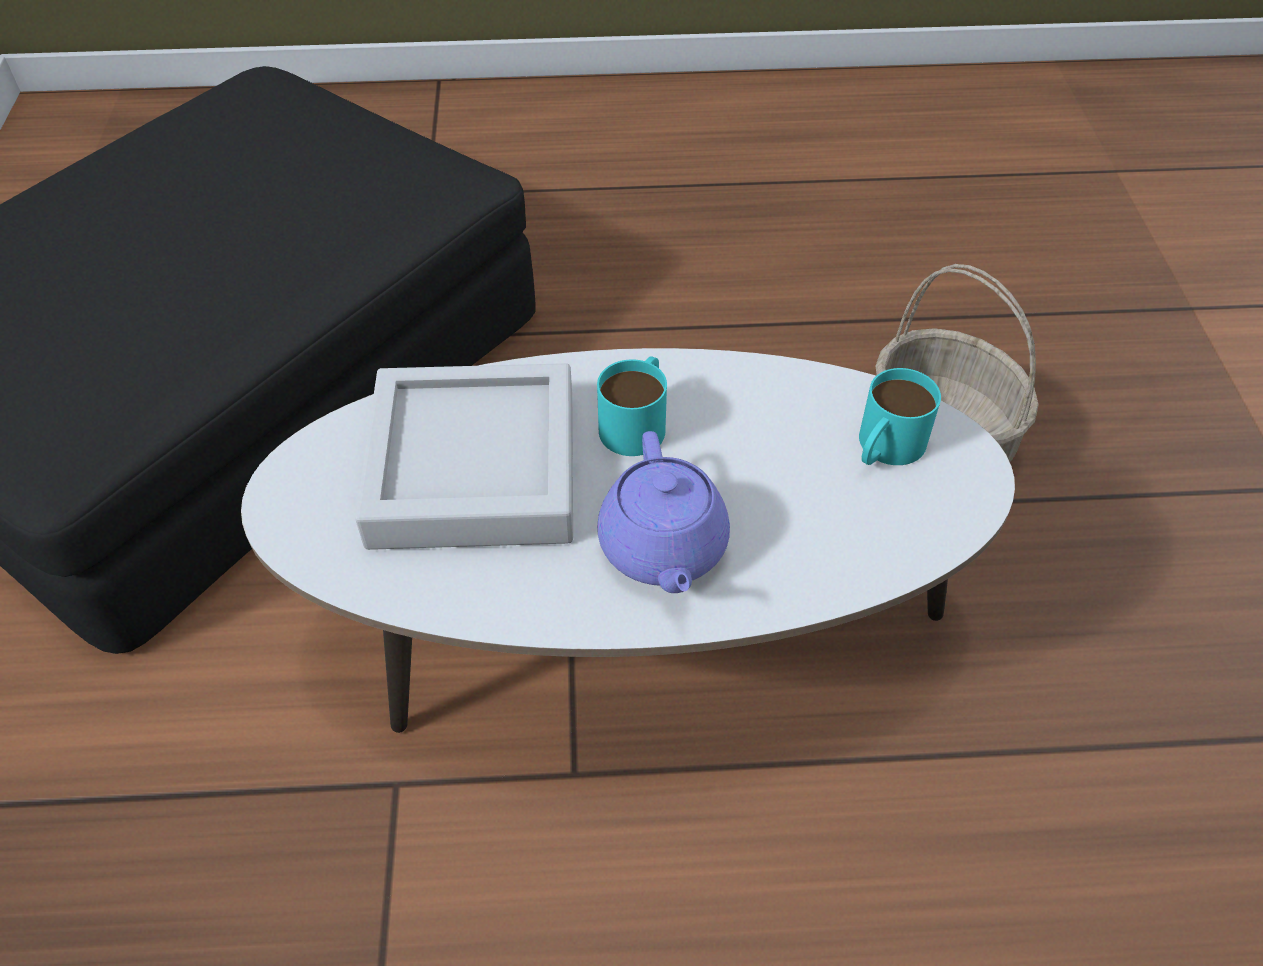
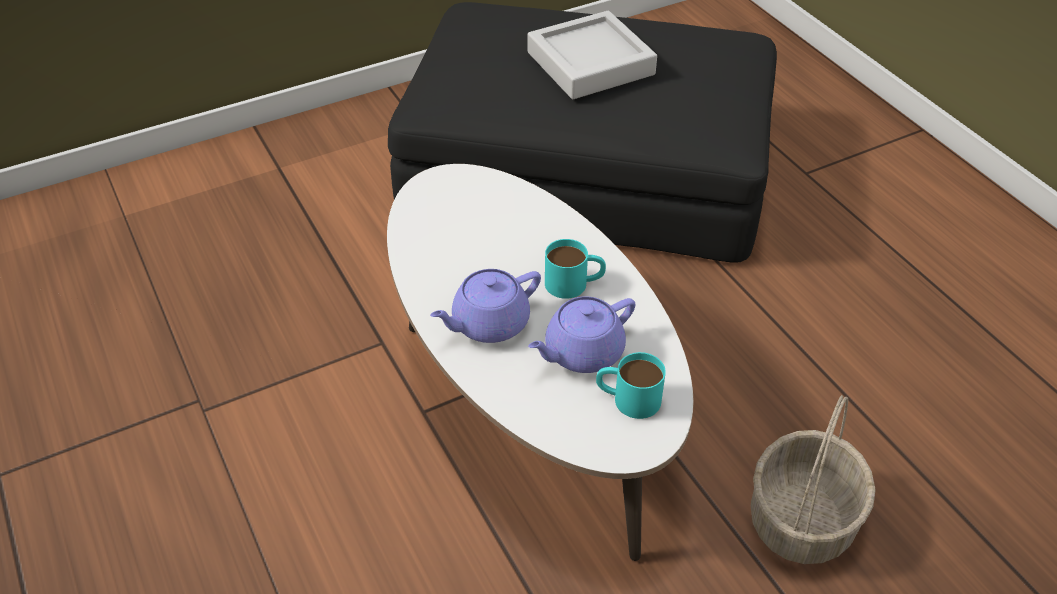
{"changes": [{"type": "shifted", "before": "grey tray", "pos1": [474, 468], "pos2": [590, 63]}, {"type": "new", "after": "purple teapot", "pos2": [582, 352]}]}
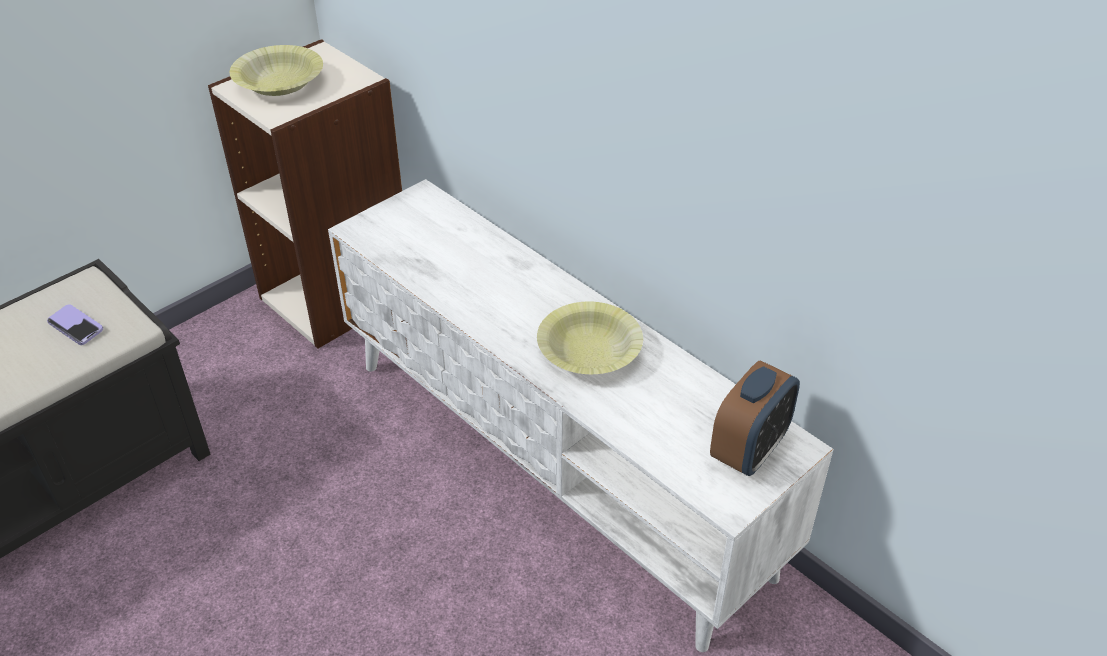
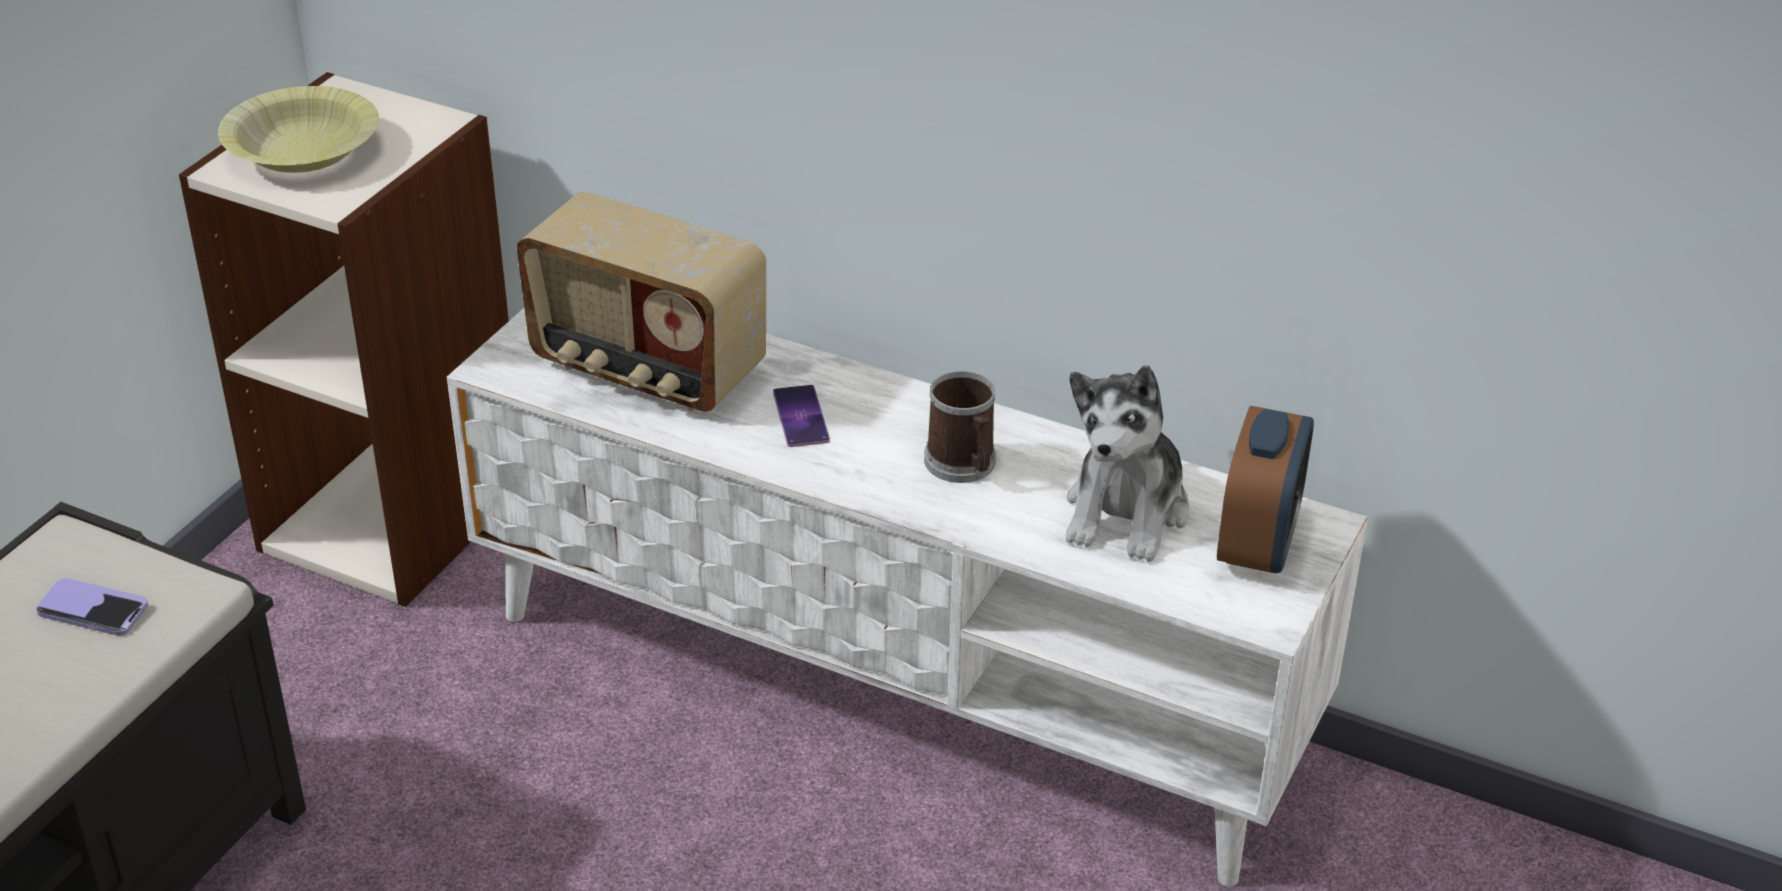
{"changes": [{"type": "swapped", "before": "yellow bowl", "after": "mug", "pos1": [589, 351], "pos2": [964, 465]}, {"type": "new", "after": "radio", "pos2": [646, 369]}, {"type": "new", "after": "plush toy", "pos2": [1127, 512]}, {"type": "new", "after": "phone", "pos2": [801, 416]}]}
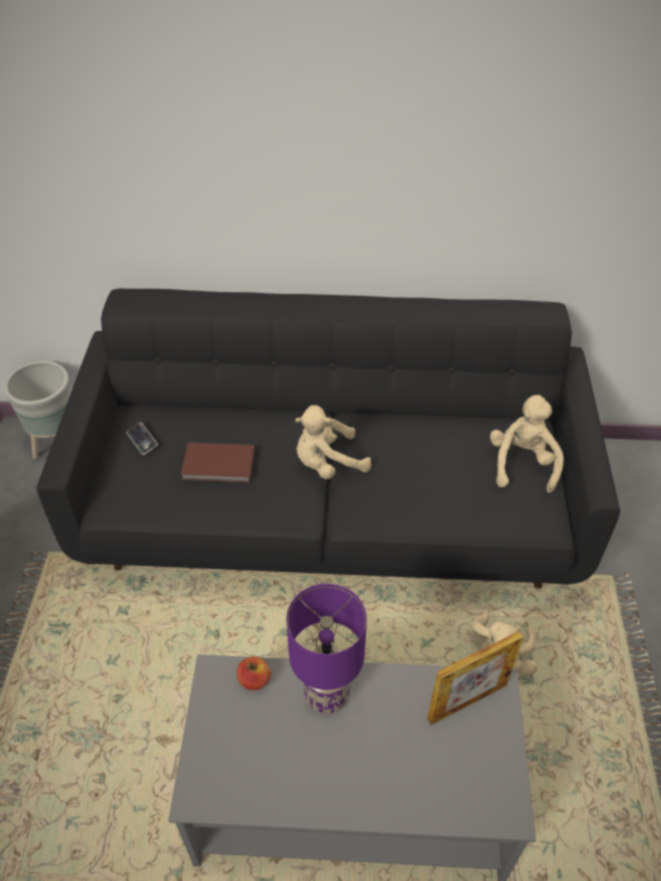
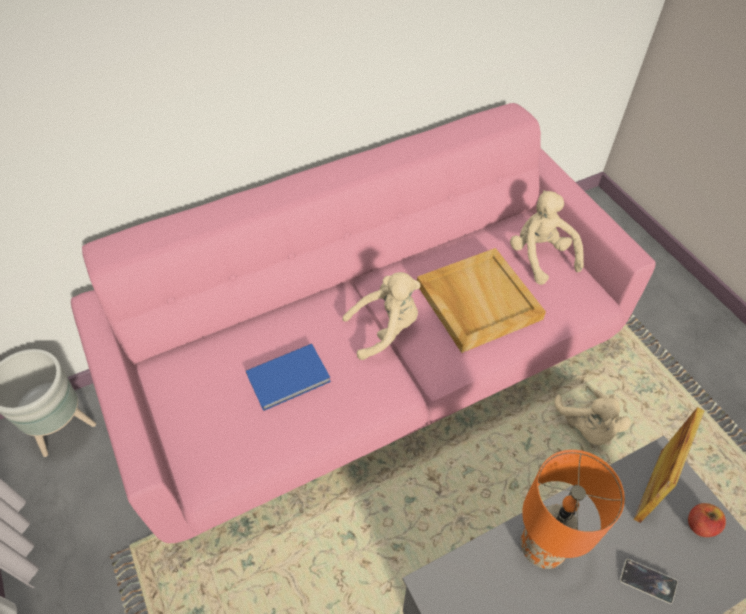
{"changes": [{"type": "repainted", "before": "black sofa", "after": "pink sofa", "pos1": [331, 510], "pos2": [373, 367]}, {"type": "rotated", "before": "beige plush toy", "pos1": [328, 463], "pos2": [385, 329], "turn": -150}, {"type": "shifted", "before": "phone", "pos1": [142, 440], "pos2": [647, 582]}, {"type": "repainted", "before": "brown book", "after": "blue book", "pos1": [219, 465], "pos2": [290, 379]}, {"type": "repainted", "before": "purple table lamp", "after": "orange table lamp", "pos1": [326, 694], "pos2": [541, 547]}, {"type": "shifted", "before": "apple", "pos1": [254, 680], "pos2": [700, 525]}, {"type": "new", "after": "beige tray", "pos2": [477, 301]}]}
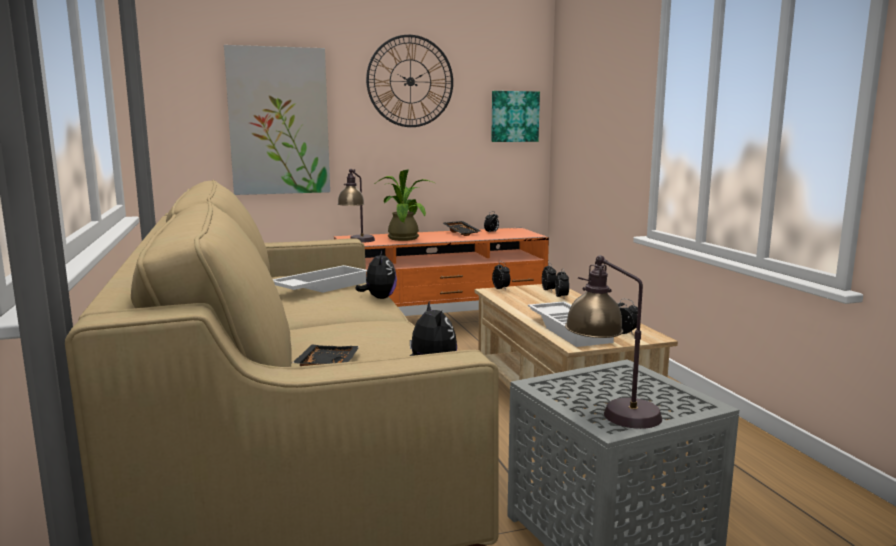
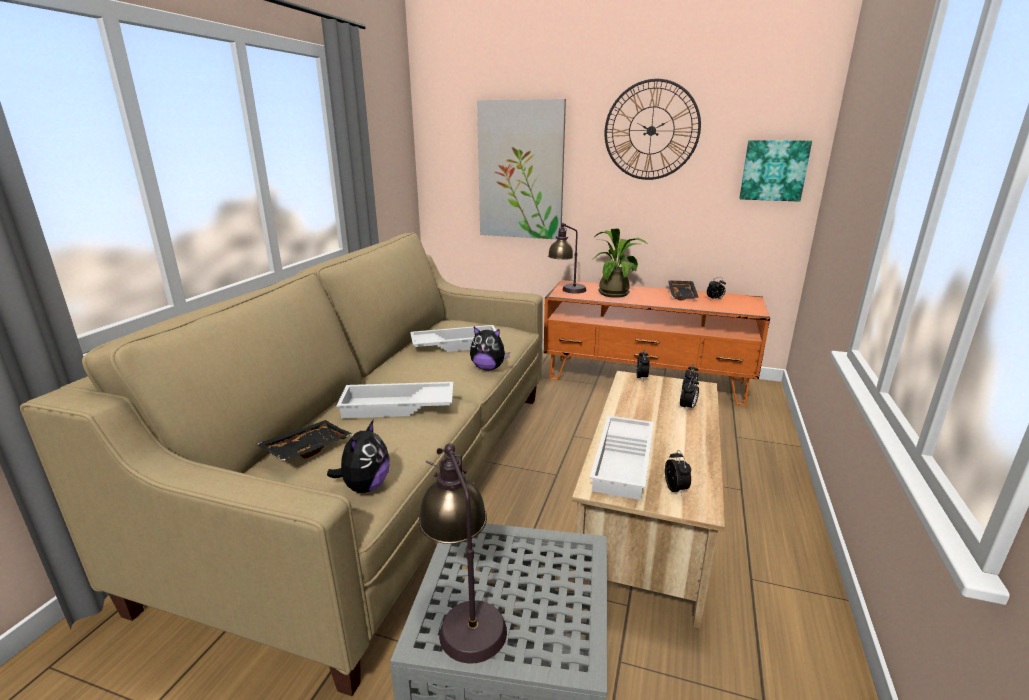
{"changes": [{"type": "rotated", "before": "plush toy", "pos1": [379, 298], "pos2": [488, 368], "turn": 75}, {"type": "new", "after": "white tray", "pos2": [397, 407]}]}
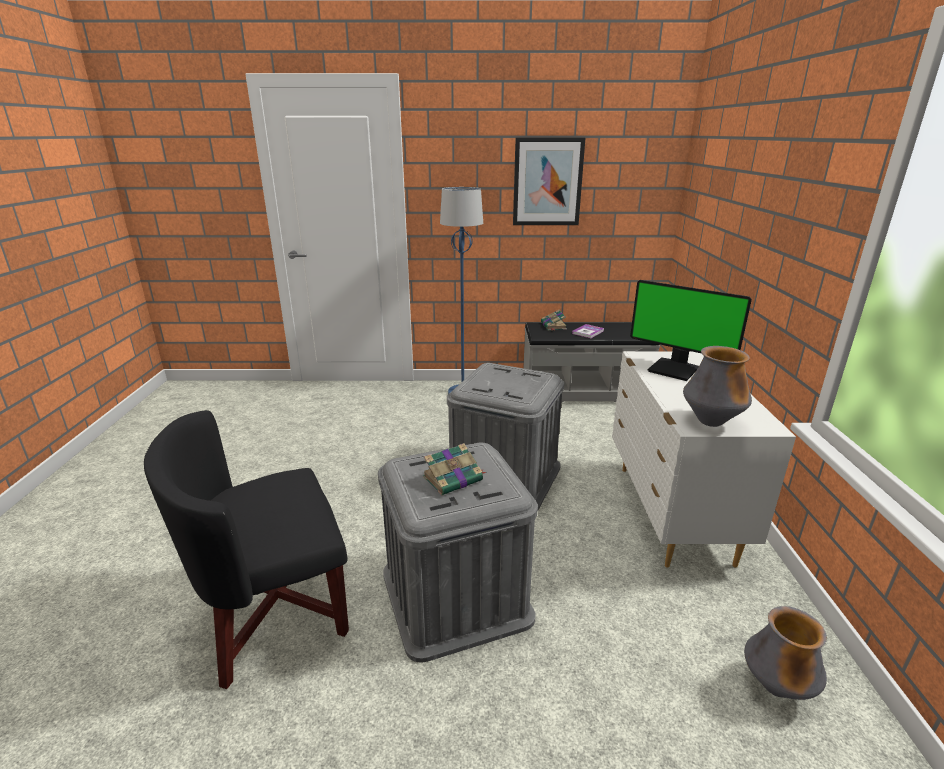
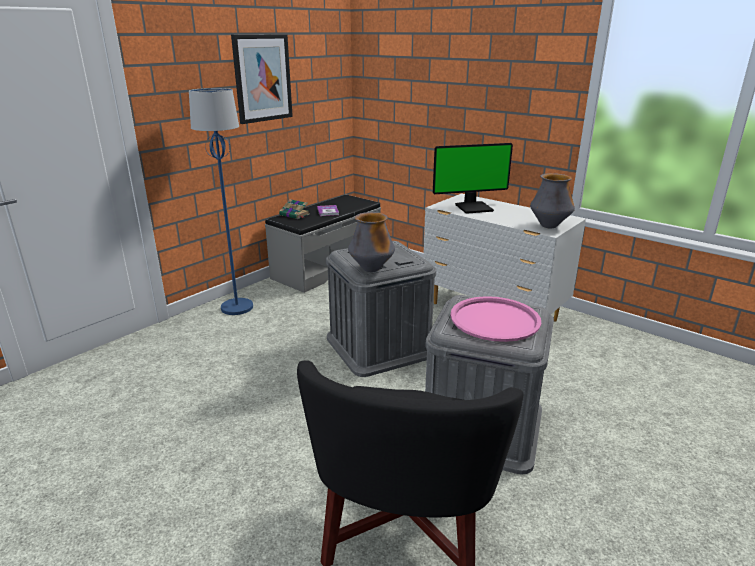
{"changes": [{"type": "swapped", "before": "book", "after": "pink tray", "pos1": [454, 478], "pos2": [494, 320]}, {"type": "shifted", "before": "vase", "pos1": [776, 687], "pos2": [371, 269]}]}
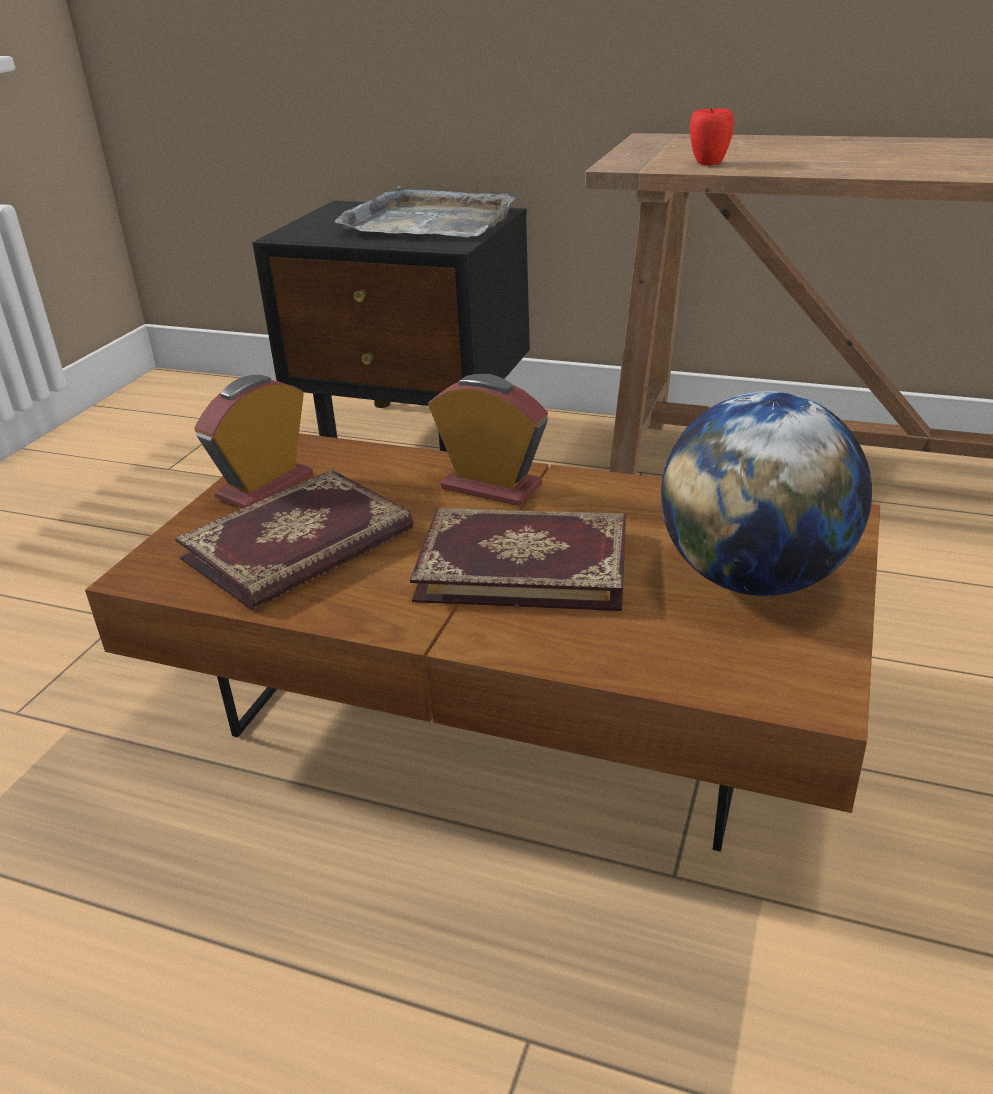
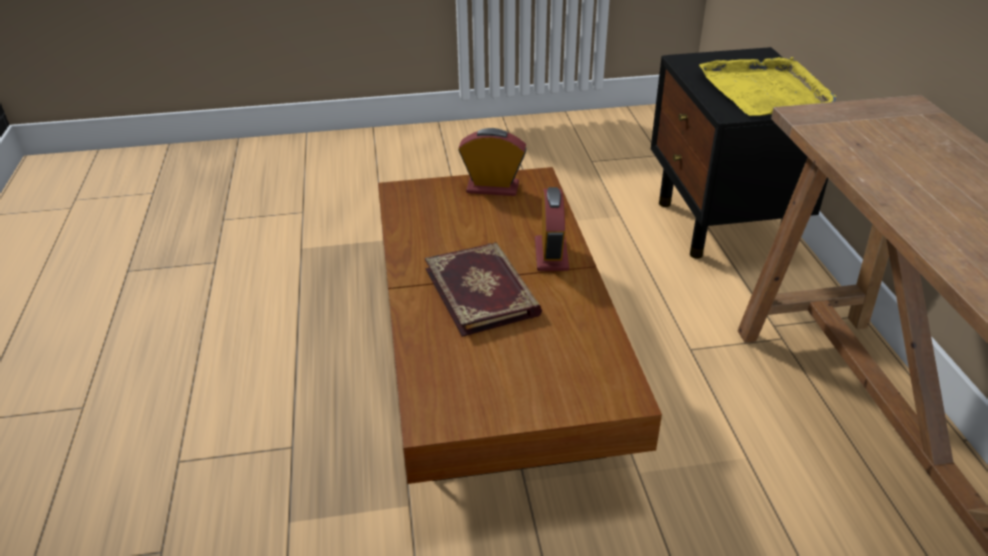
{"changes": [{"type": "gone", "before": "apple", "pos1": [709, 163]}, {"type": "repainted", "before": "grey tray", "after": "yellow tray", "pos1": [429, 222], "pos2": [766, 91]}, {"type": "gone", "before": "globe", "pos1": [753, 578]}, {"type": "gone", "before": "book", "pos1": [300, 546]}]}
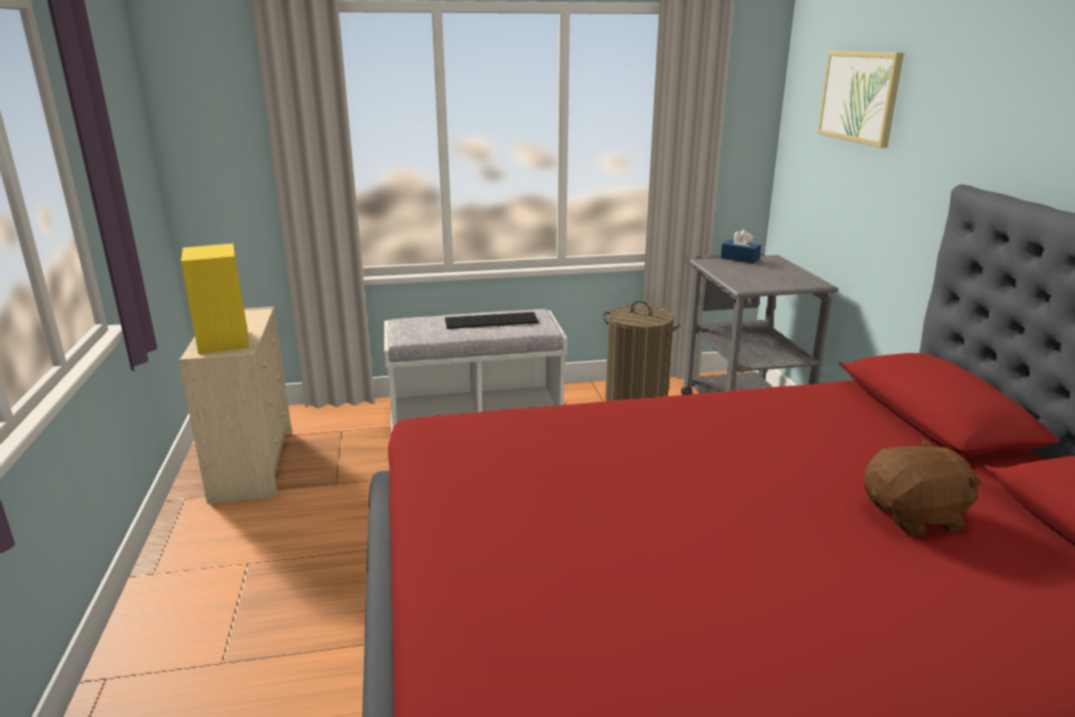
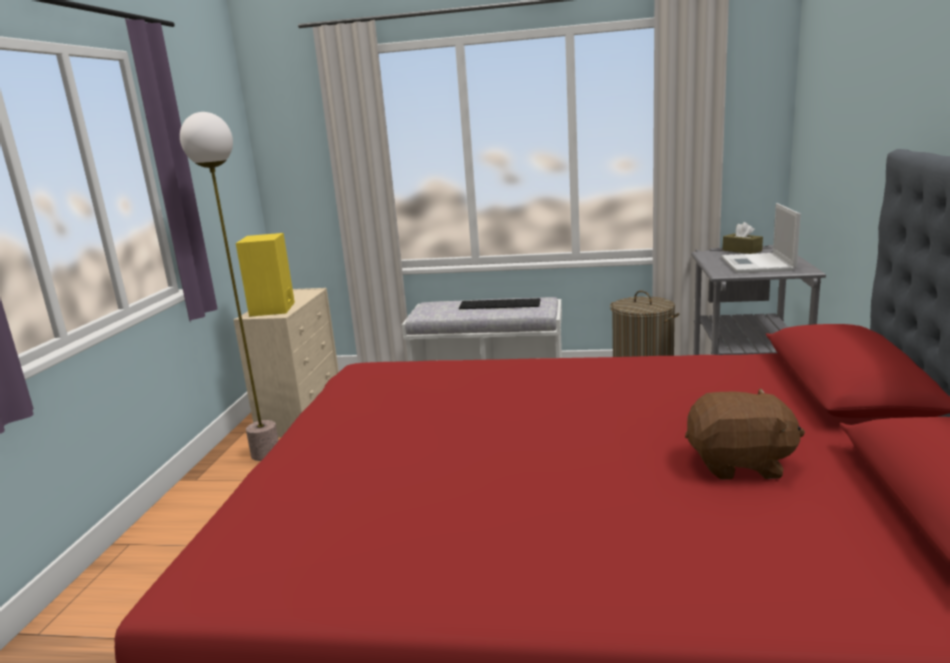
{"changes": [{"type": "gone", "before": "picture", "pos1": [859, 96]}, {"type": "repainted", "before": "blue tissue box", "after": "brown tissue box", "pos1": [740, 258], "pos2": [742, 250]}, {"type": "new", "after": "floor lamp", "pos2": [266, 453]}, {"type": "new", "after": "laptop", "pos2": [758, 264]}]}
